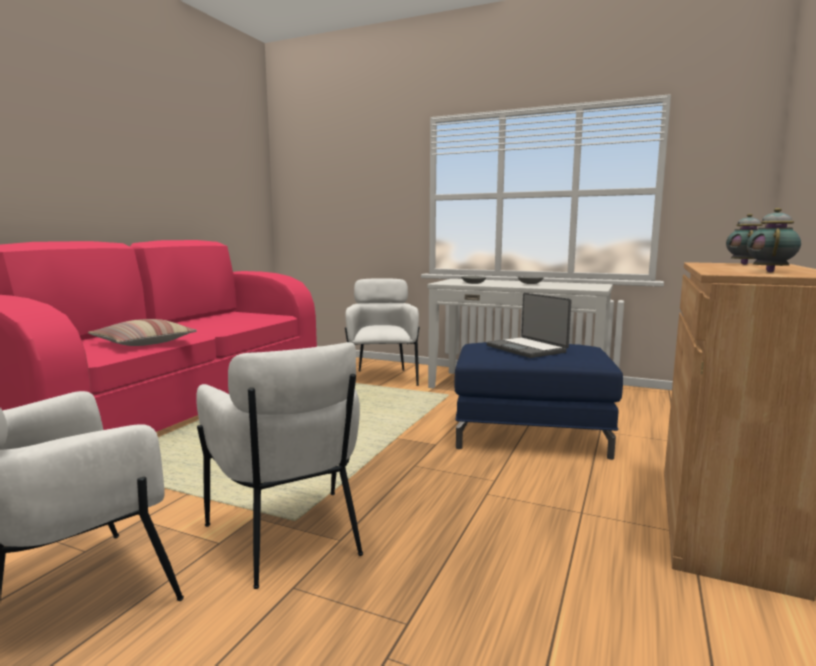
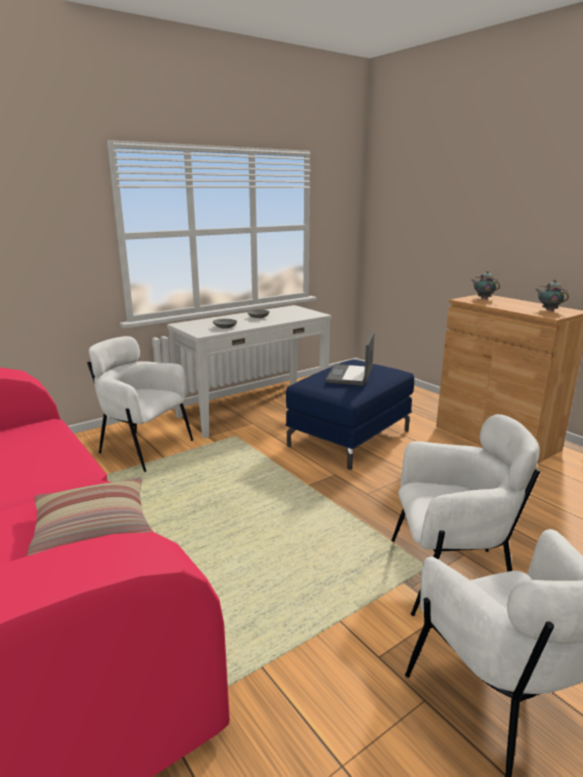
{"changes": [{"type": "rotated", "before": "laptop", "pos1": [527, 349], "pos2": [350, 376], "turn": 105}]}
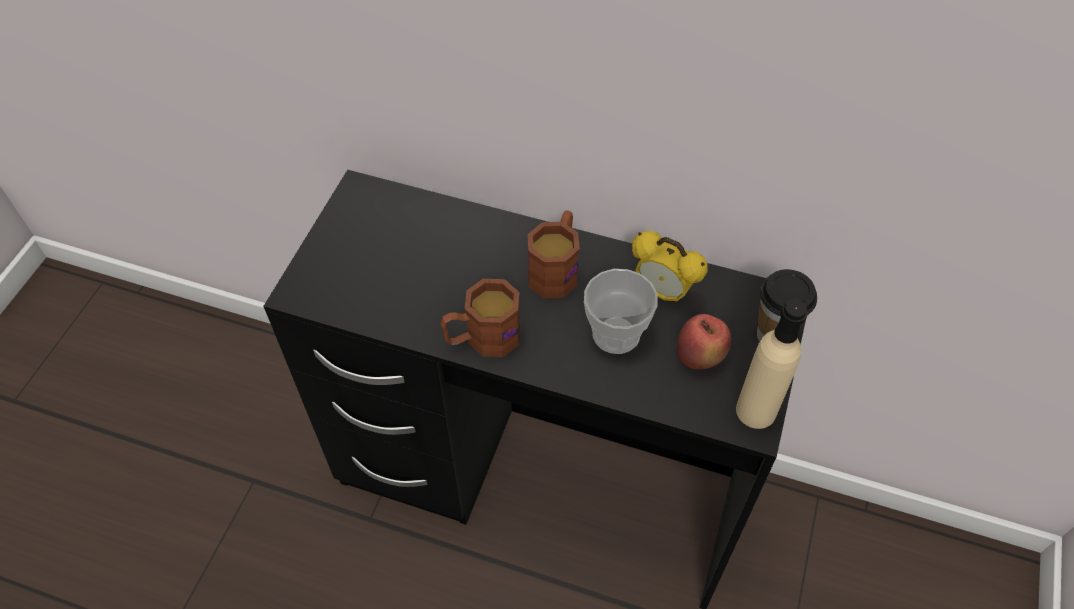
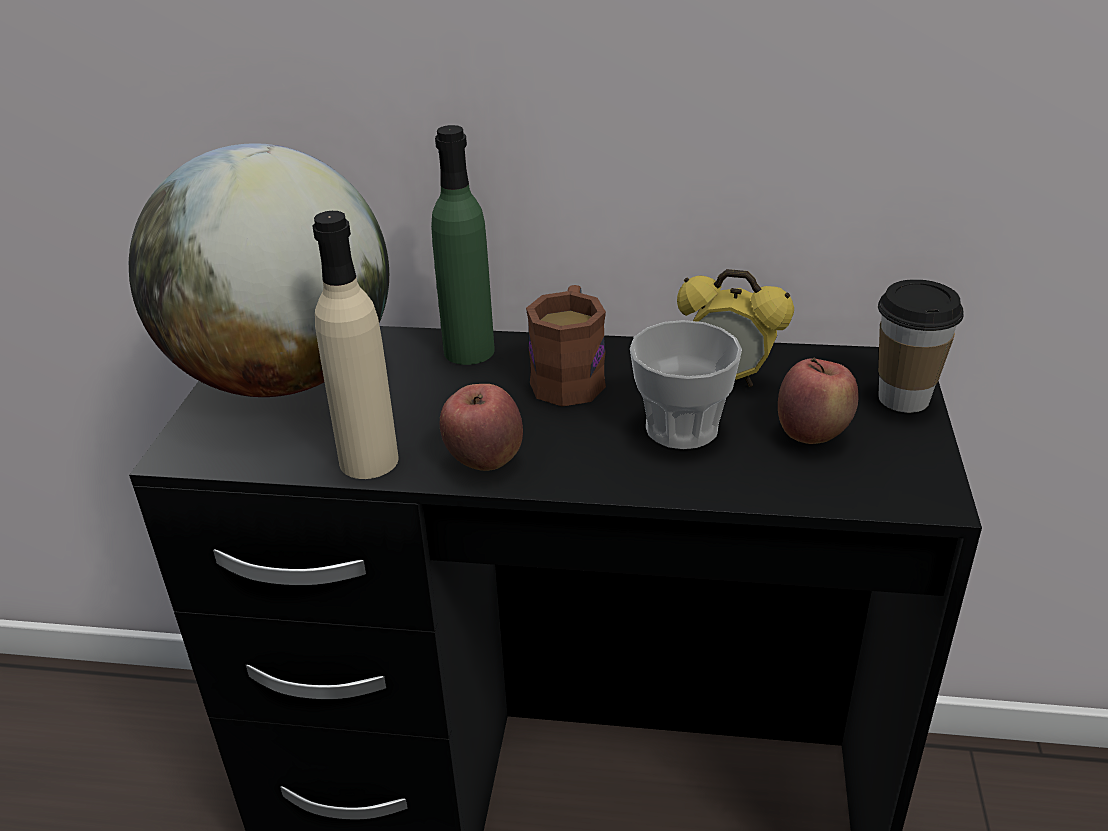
{"changes": [{"type": "swapped", "before": "brown mug", "after": "apple", "pos1": [482, 339], "pos2": [484, 461]}, {"type": "shifted", "before": "beige bottle", "pos1": [756, 410], "pos2": [369, 460]}, {"type": "new", "after": "green bottle", "pos2": [469, 351]}, {"type": "new", "after": "globe", "pos2": [285, 376]}]}
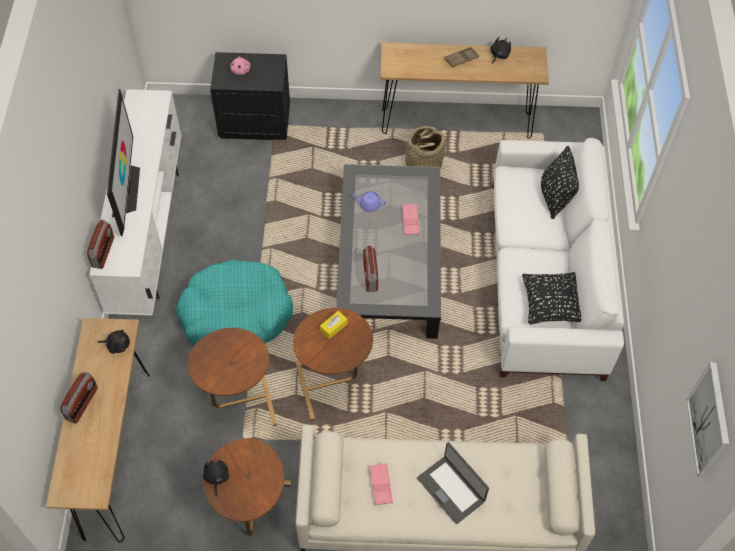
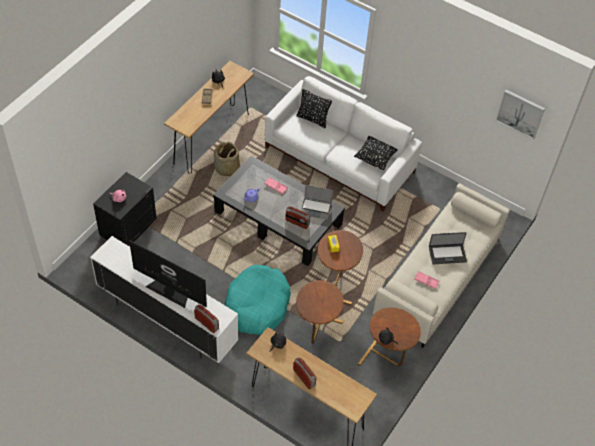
{"changes": [{"type": "new", "after": "laptop", "pos2": [316, 209]}]}
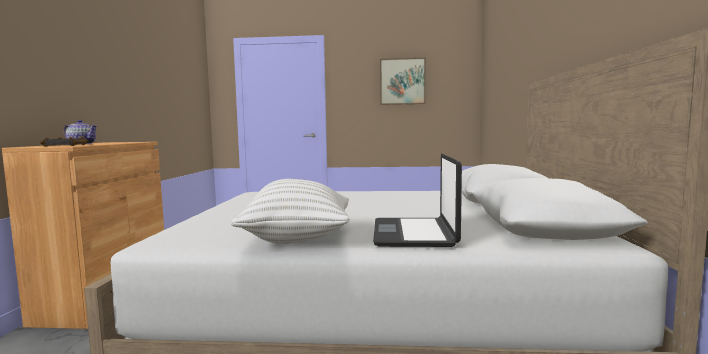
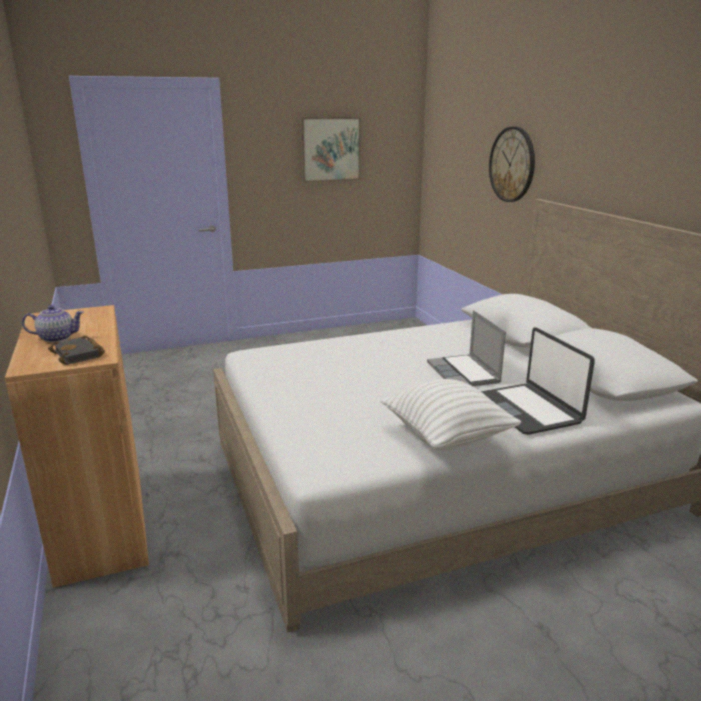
{"changes": [{"type": "new", "after": "wall clock", "pos2": [512, 164]}, {"type": "new", "after": "laptop", "pos2": [464, 373]}]}
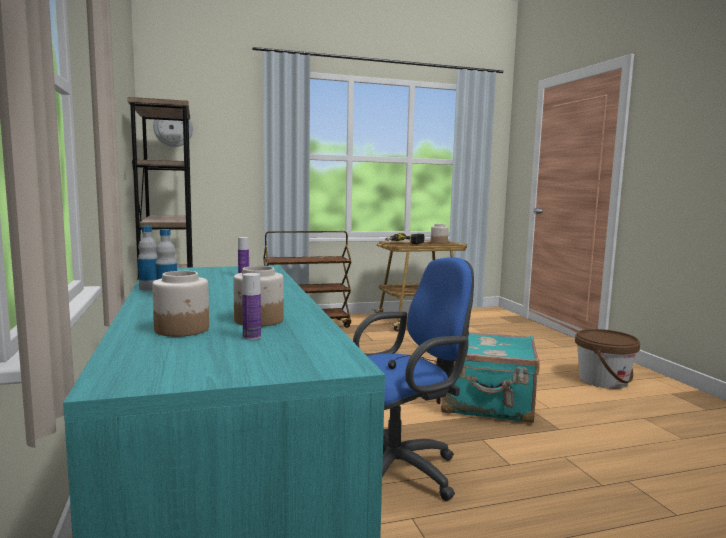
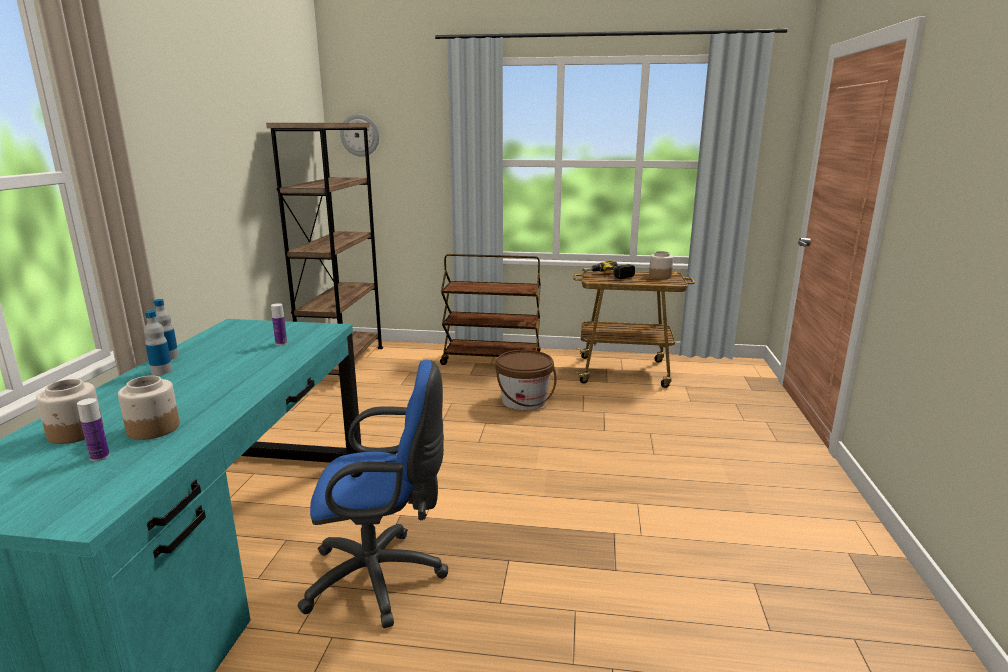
{"changes": [{"type": "shifted", "before": "brown bucket", "pos1": [603, 380], "pos2": [524, 401]}, {"type": "gone", "before": "turquoise suitcase", "pos1": [487, 404]}]}
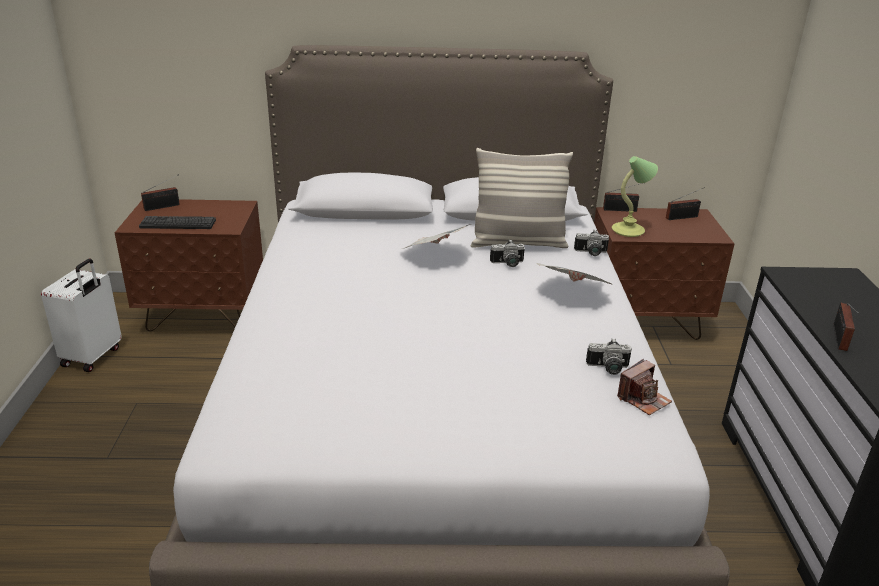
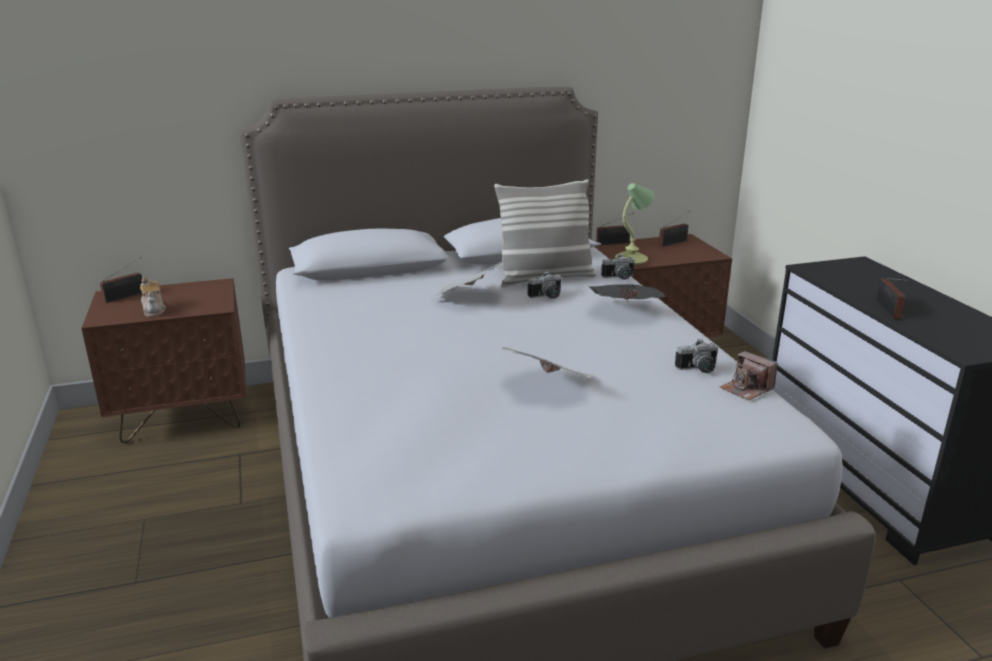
{"changes": [{"type": "swapped", "before": "keyboard", "after": "teapot", "pos1": [178, 224], "pos2": [154, 310]}, {"type": "gone", "before": "white suitcase", "pos1": [93, 357]}, {"type": "rotated", "before": "photo camera", "pos1": [643, 399], "pos2": [746, 389], "turn": 105}, {"type": "new", "after": "newspaper", "pos2": [551, 387]}]}
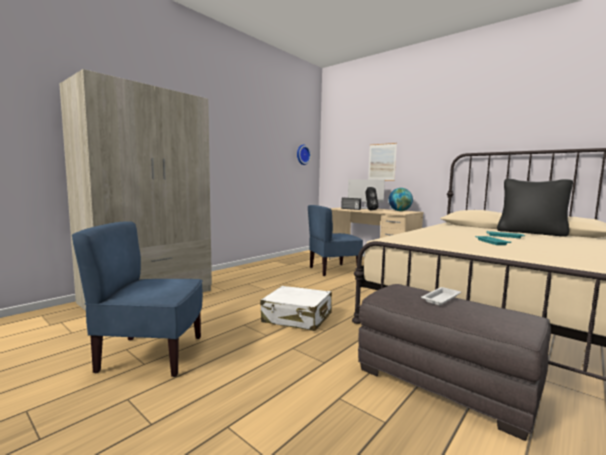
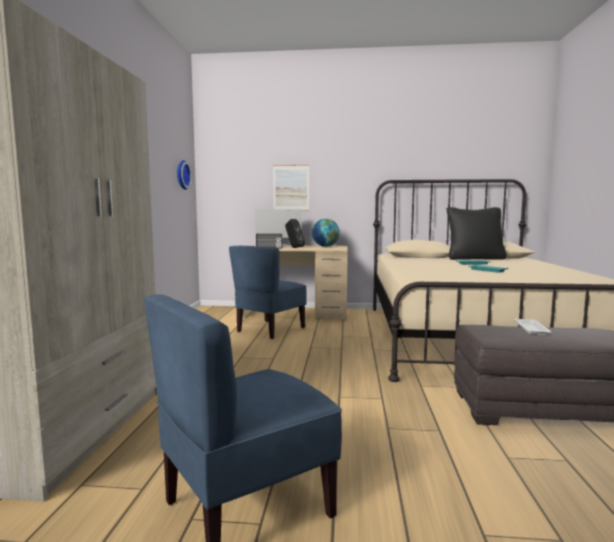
{"changes": [{"type": "gone", "before": "white suitcase", "pos1": [297, 318]}]}
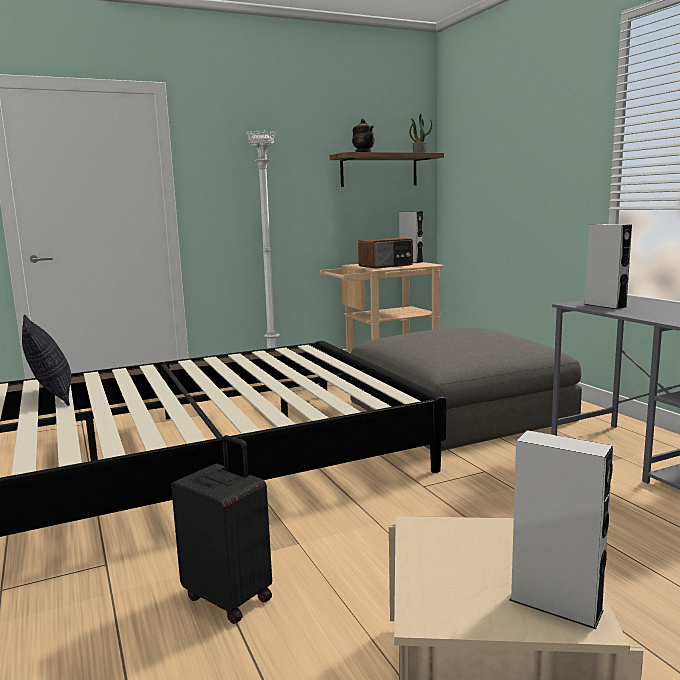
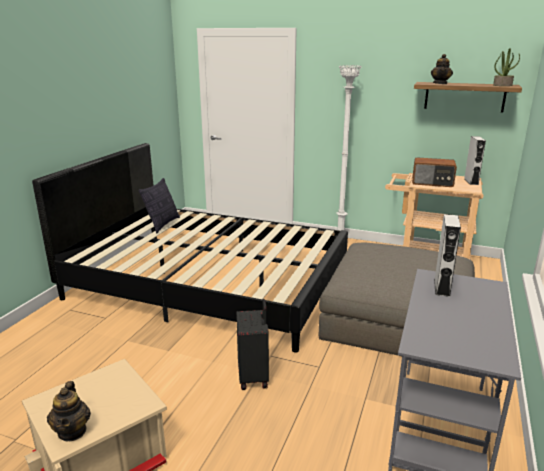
{"changes": [{"type": "swapped", "before": "grey speaker", "after": "teapot", "pos1": [555, 605], "pos2": [72, 431]}, {"type": "shifted", "before": "black suitcase", "pos1": [230, 597], "pos2": [254, 377]}]}
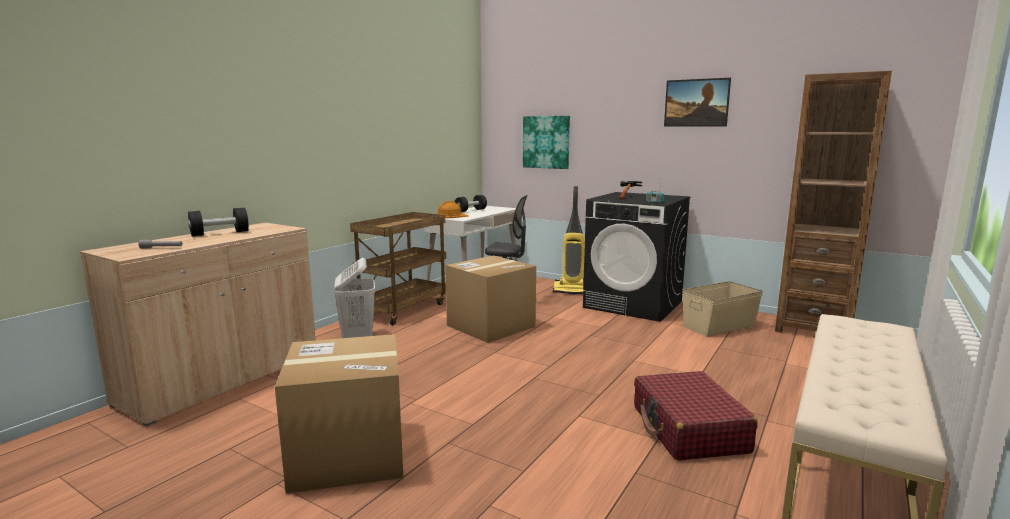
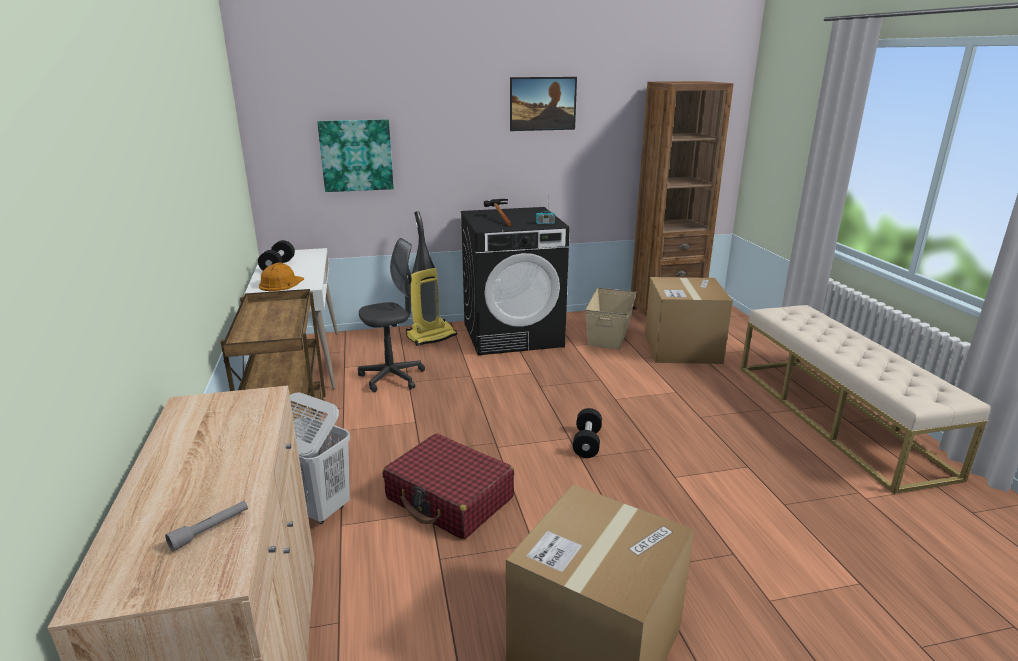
{"changes": [{"type": "shifted", "before": "black dumbbell", "pos1": [220, 233], "pos2": [587, 443]}, {"type": "shifted", "before": "cardboard box", "pos1": [491, 326], "pos2": [682, 349]}, {"type": "shifted", "before": "red suitcase", "pos1": [688, 429], "pos2": [450, 499]}]}
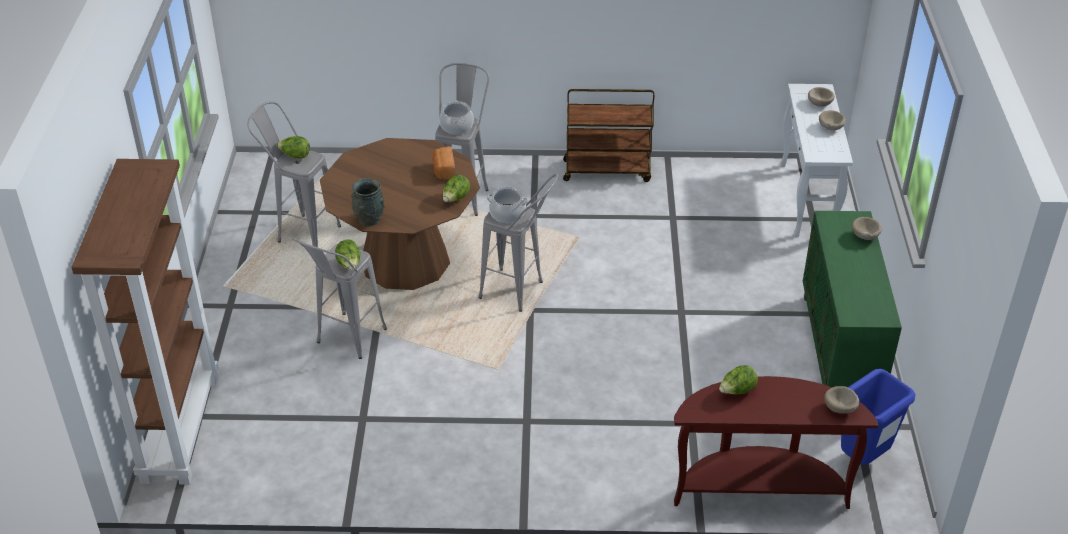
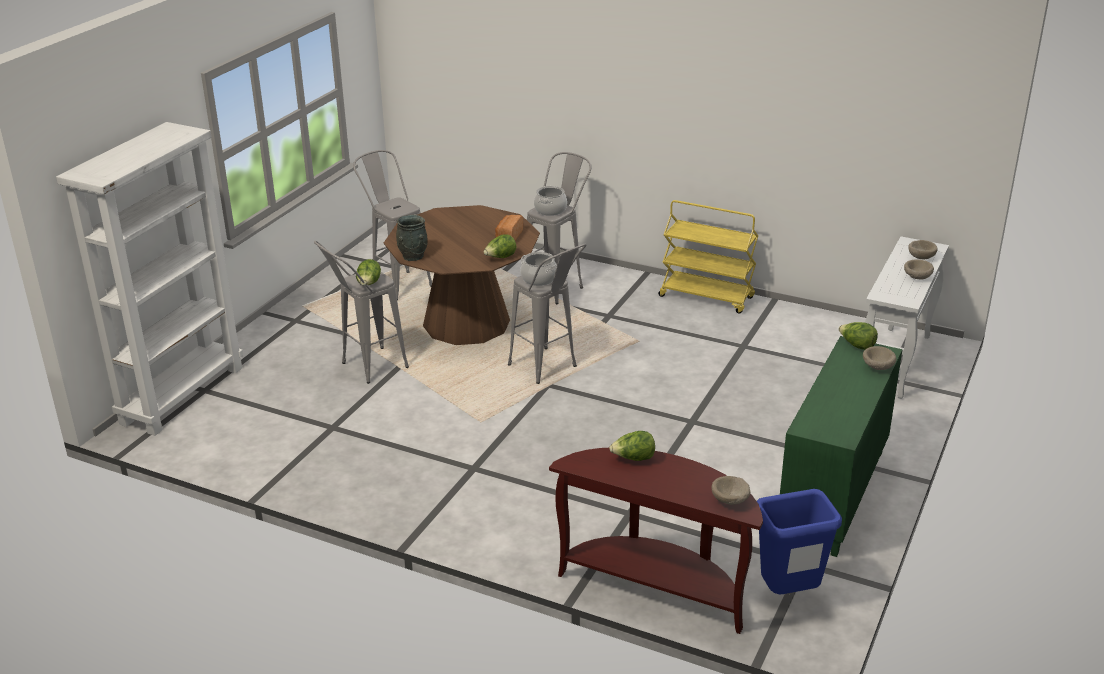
{"changes": [{"type": "repainted", "before": "brown cart", "after": "yellow cart", "pos1": [607, 170], "pos2": [707, 297]}, {"type": "shifted", "before": "lettuce", "pos1": [295, 156], "pos2": [857, 346]}, {"type": "repainted", "before": "brown bookcase", "after": "white bookcase", "pos1": [179, 428], "pos2": [182, 394]}]}
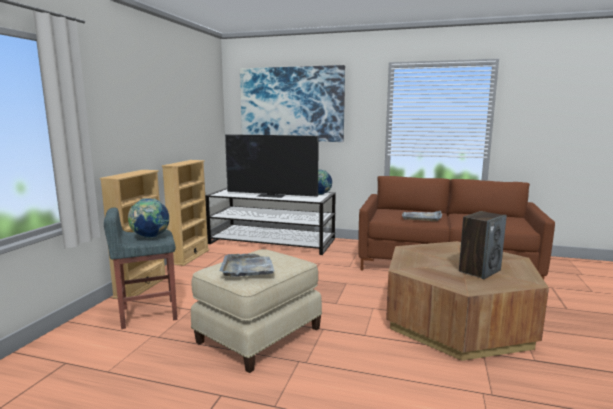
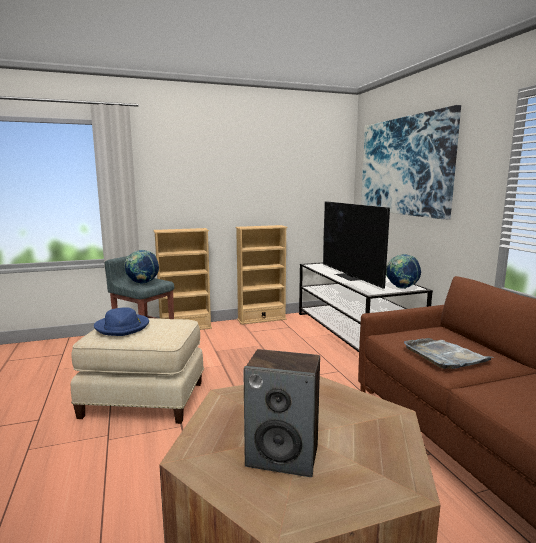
{"changes": [{"type": "swapped", "before": "grey tray", "after": "blue hat", "pos1": [247, 268], "pos2": [122, 327]}]}
